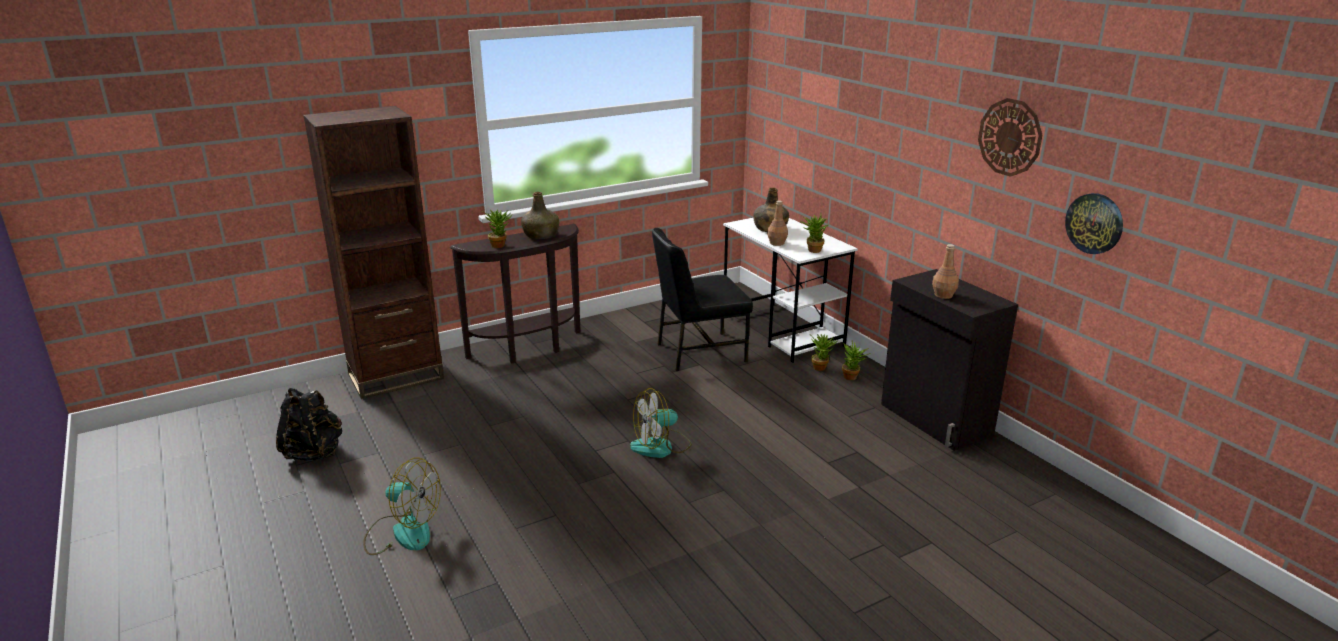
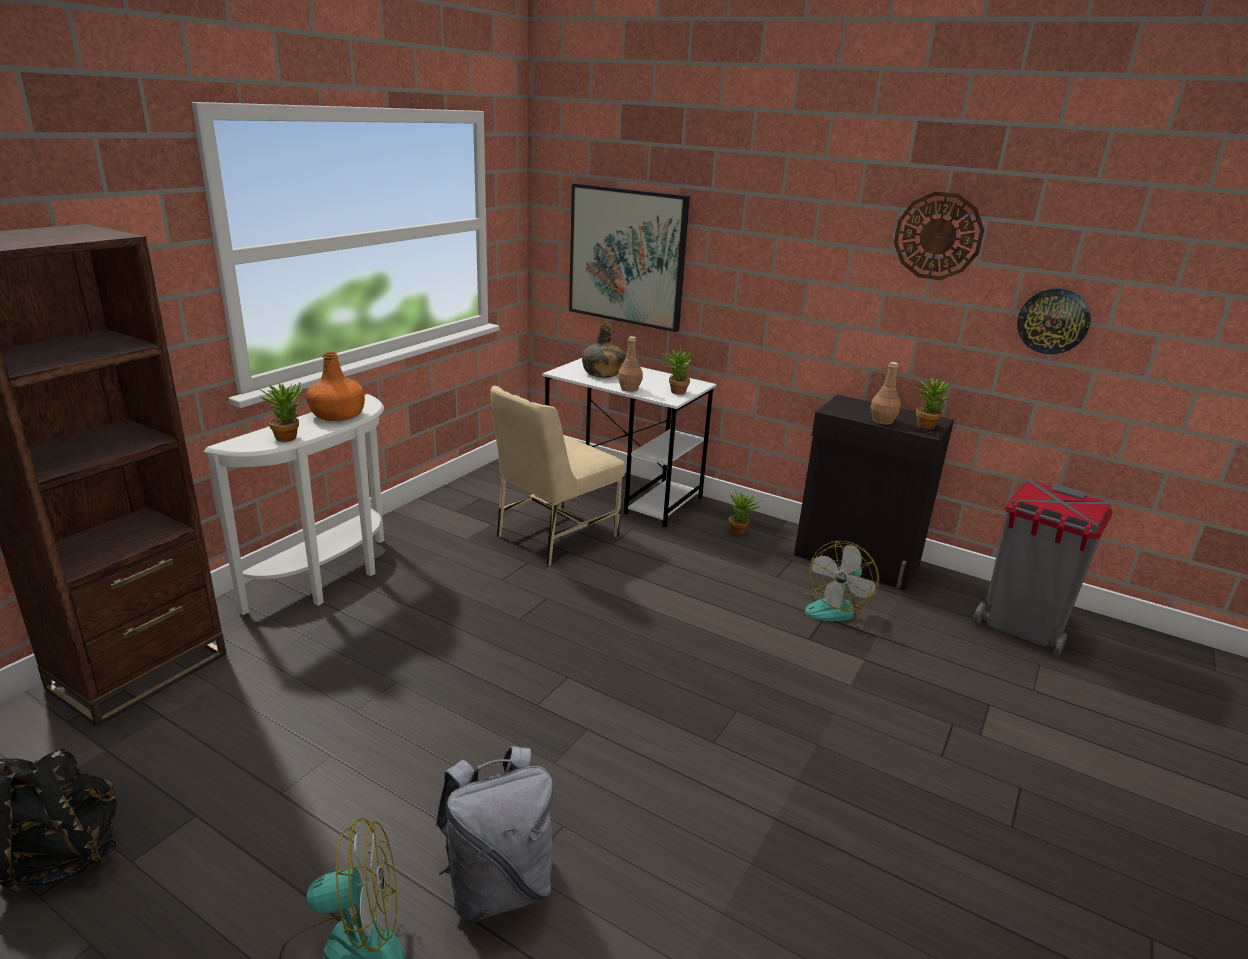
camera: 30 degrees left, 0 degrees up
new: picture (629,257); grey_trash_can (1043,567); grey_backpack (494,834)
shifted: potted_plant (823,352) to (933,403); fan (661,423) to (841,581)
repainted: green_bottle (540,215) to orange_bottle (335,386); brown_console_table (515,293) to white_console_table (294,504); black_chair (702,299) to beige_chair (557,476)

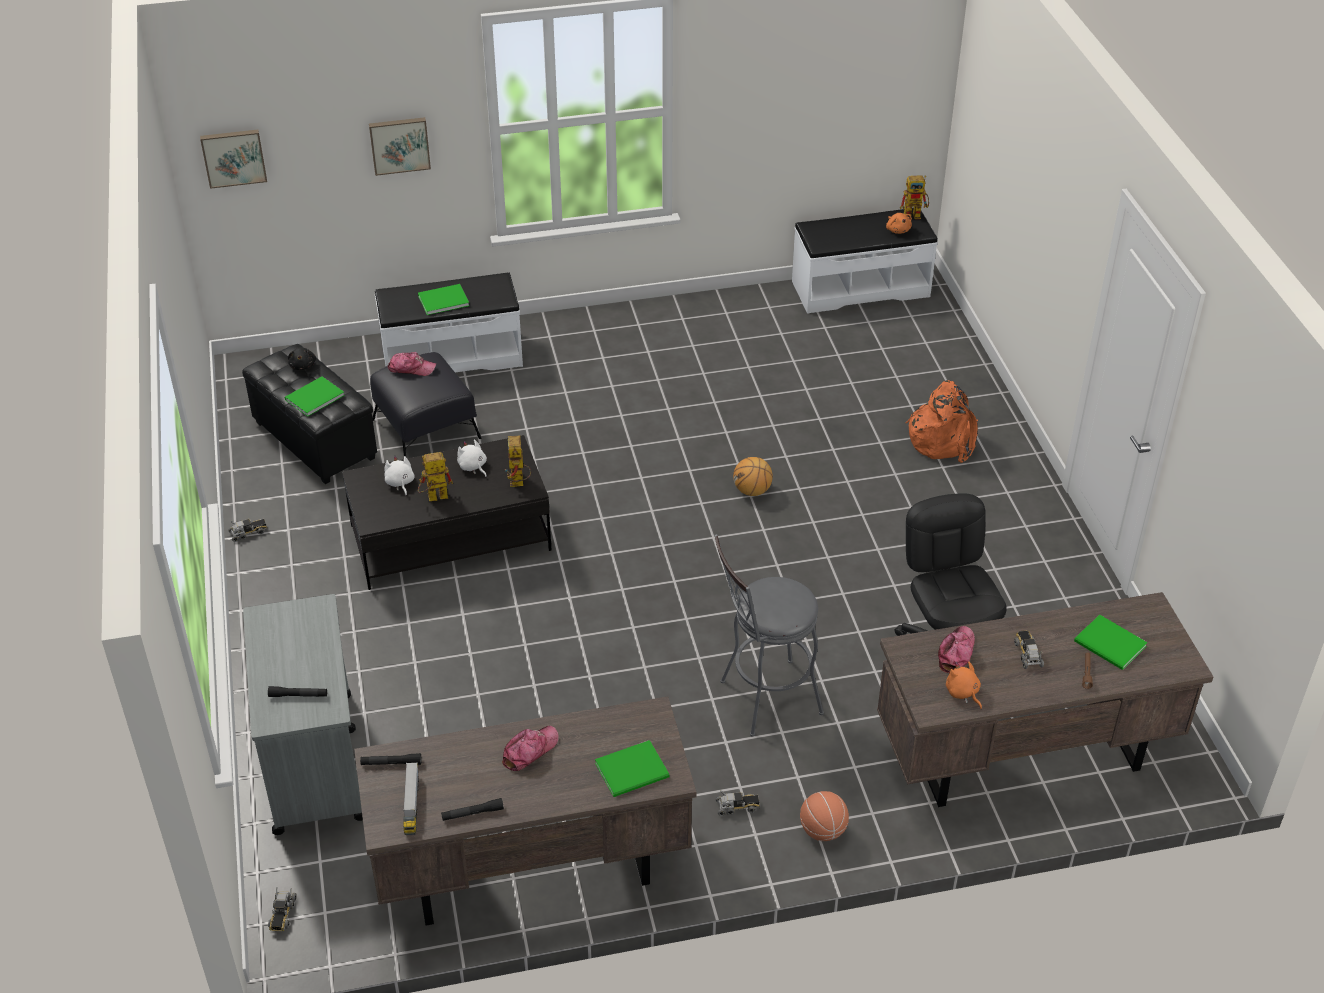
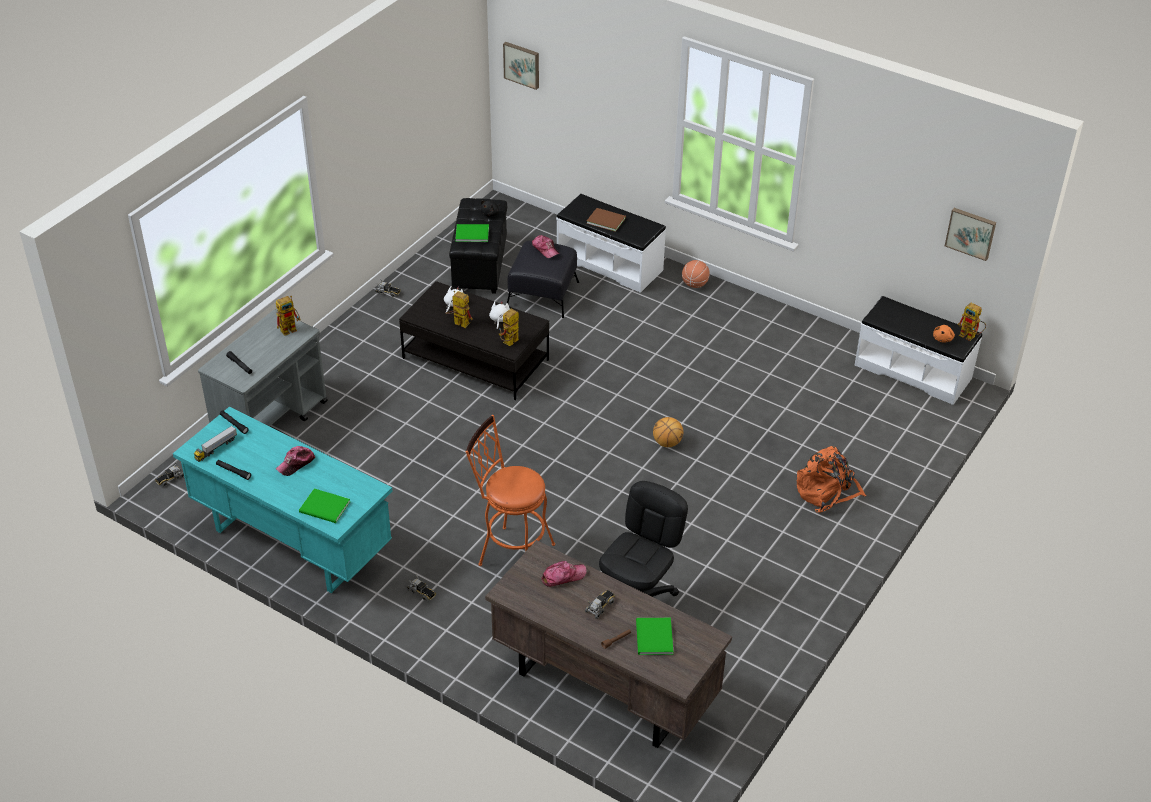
camera: 45 degrees right, 0 degrees up
gone: orange_plush_toy (964,685)
new: toy_robot (288,316)
shifted: picture (400,146) to (970,234); basketball (824,816) to (696,274)
repainted: green_book (443,299) to brown_book (606,220); grey_stool (769,635) to orange_stool (510,490); brown_desk (525,810) to turquoise_desk (282,499)
rotated: cap (530,748) = (295,461) 135 degrees clockwise

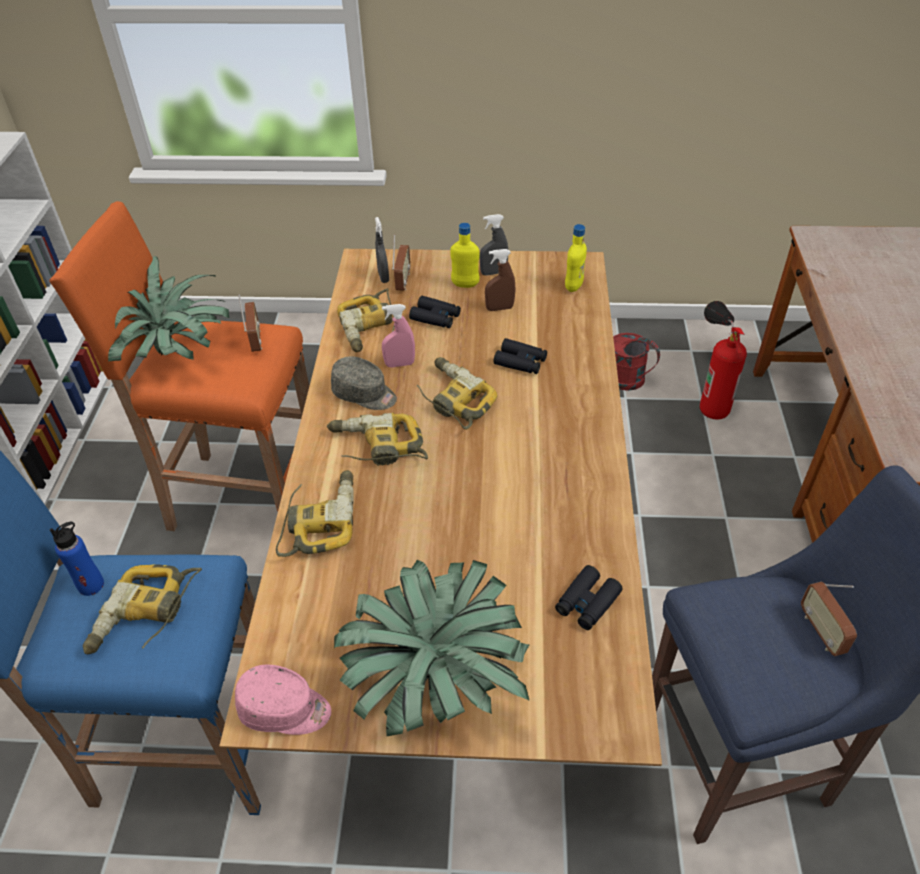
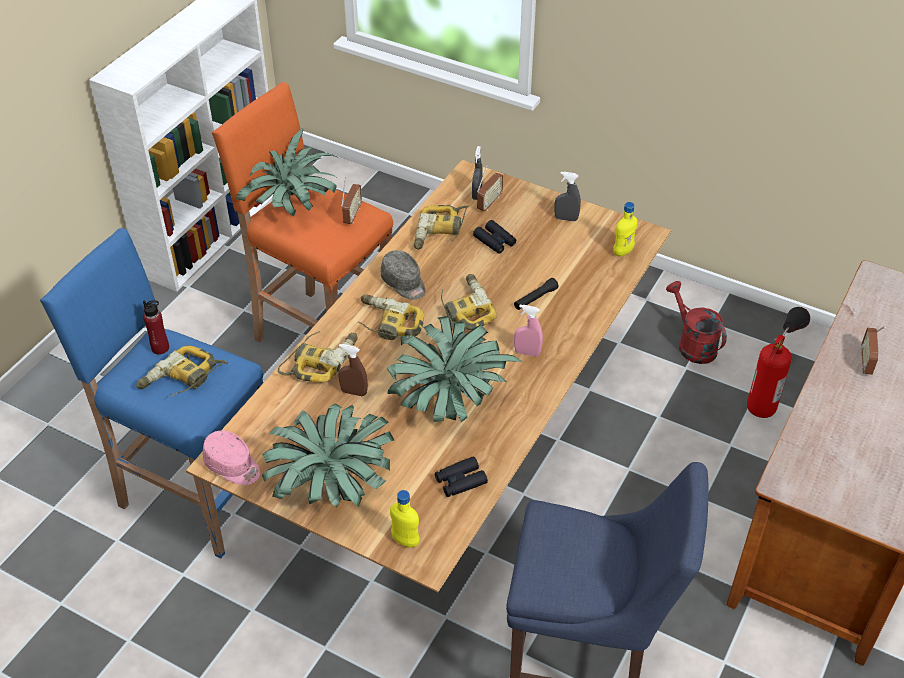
camera: 25 degrees right, 0 degrees up
new: potted_plant (454,369)
shifted: yellow_bottle (465,255) to (405,519); brown_spray_bottle (500,280) to (353,370); pink_spray_bottle (398,336) to (528,331); radio (829,619) to (873,350)
swapped: black_binoculars (520,356) to black_flashlight (536,294)
repainted: blue_bottle (77,559) to red_bottle (156,327)

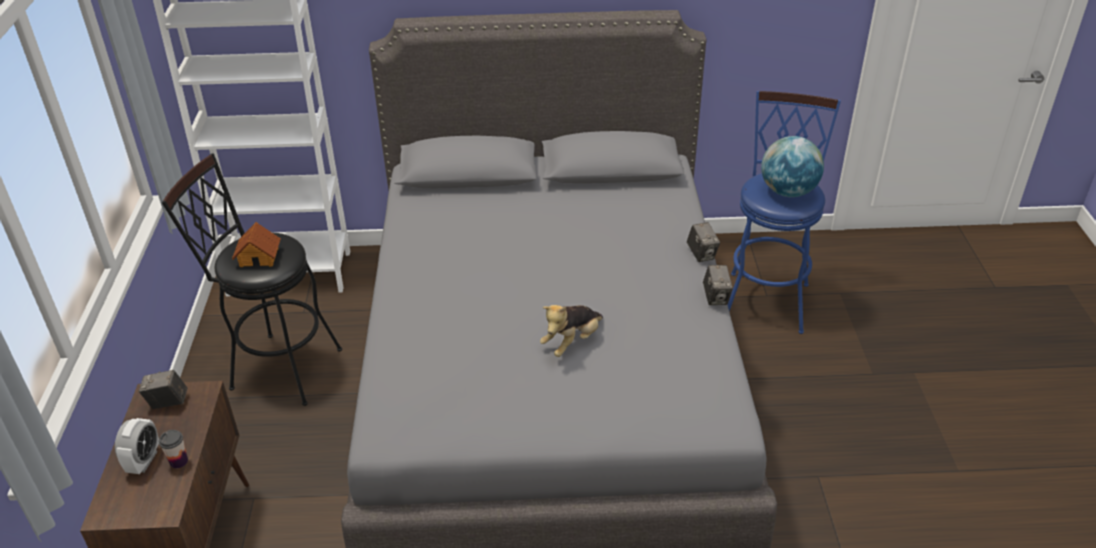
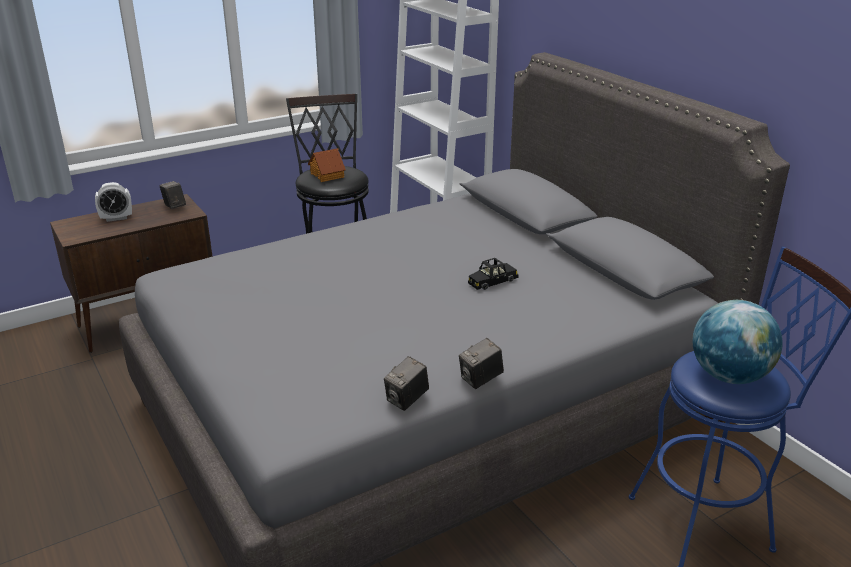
camera: 60 degrees right, 10 degrees down
gone: plush_toy (571,331); cup (173,449)
new: black_toy_car (493,274)
shifted: photo_camera (703,242) to (406,383)

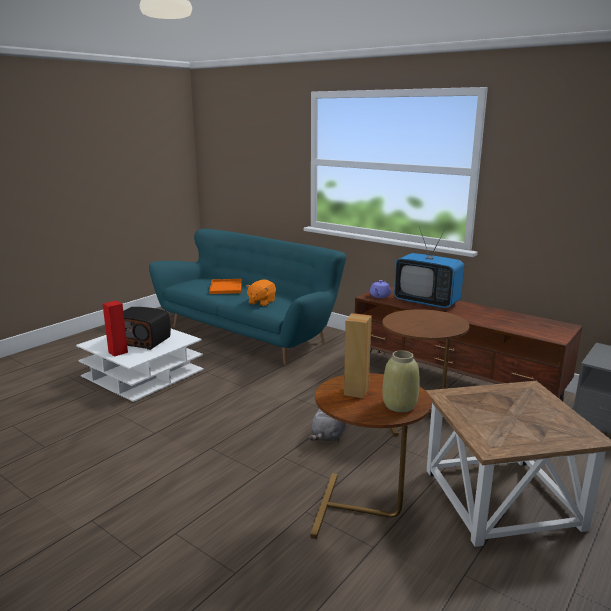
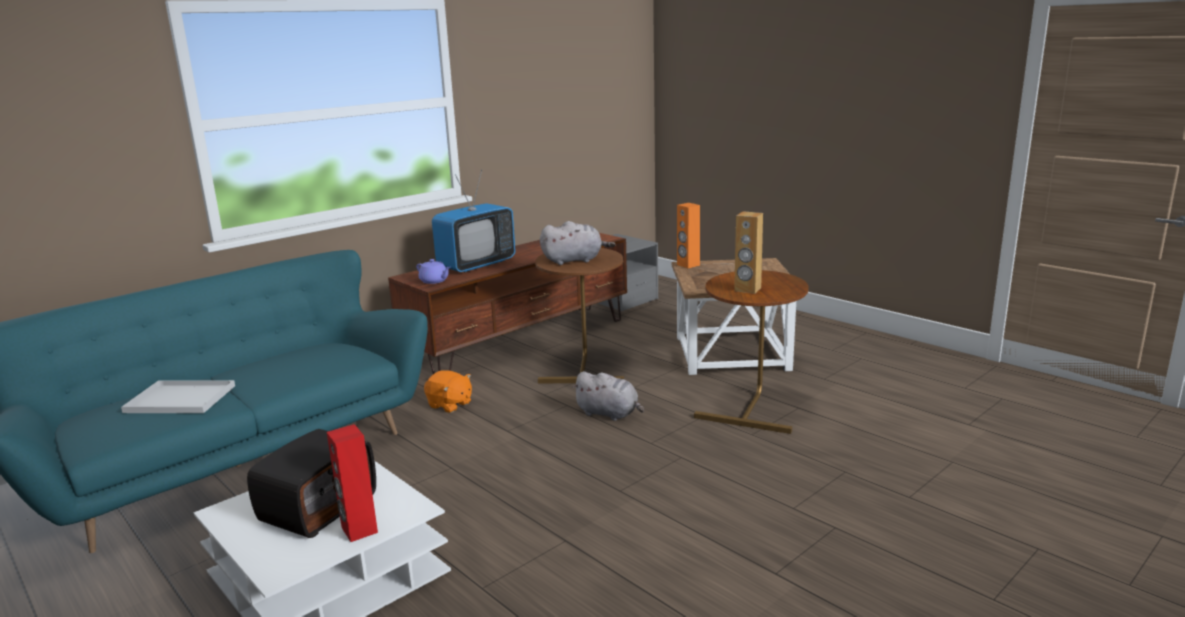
camera: 80 degrees left, 0 degrees up
gone: beige_vase (401,381)
new: orange_speaker (688,235); grey_plush_toy (578,243)
shifted: orange_plush_toy (261,292) to (448,391)
repainted: orange_tray (225,286) to white_tray (178,396)

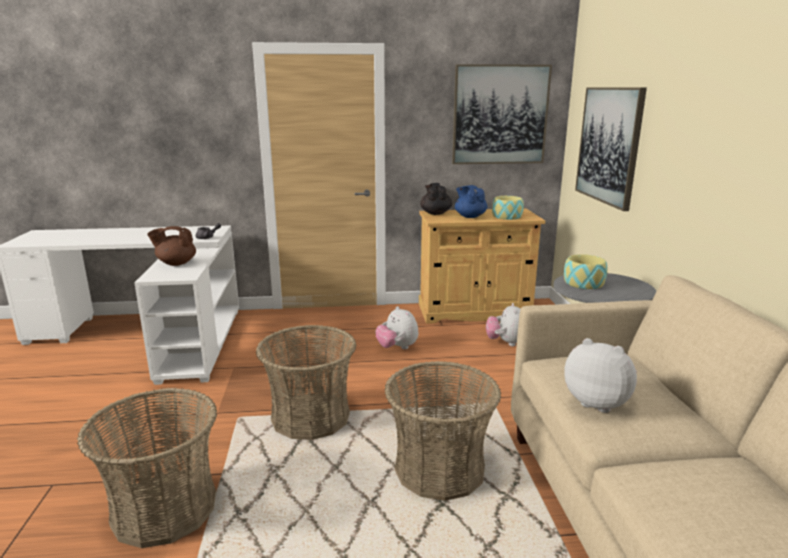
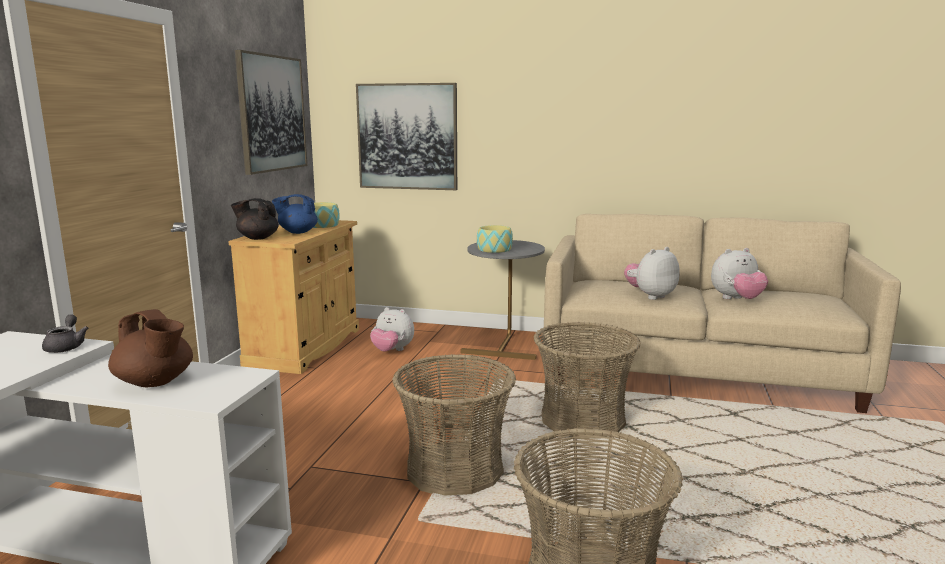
camera: 70 degrees left, 5 degrees down
shifted: plush_toy (397,327) to (739,273)
rotated: brown_teapot (171,246) = (150,348) 60 degrees counterclockwise

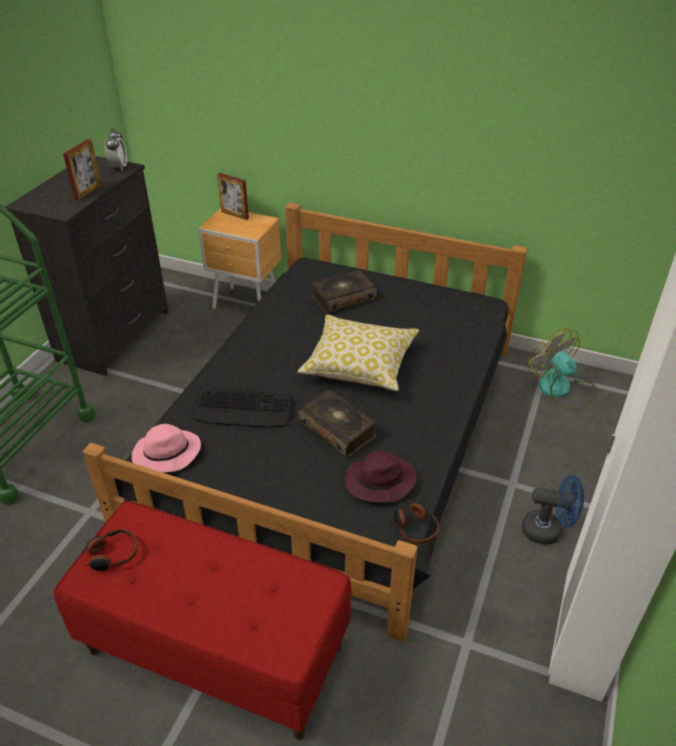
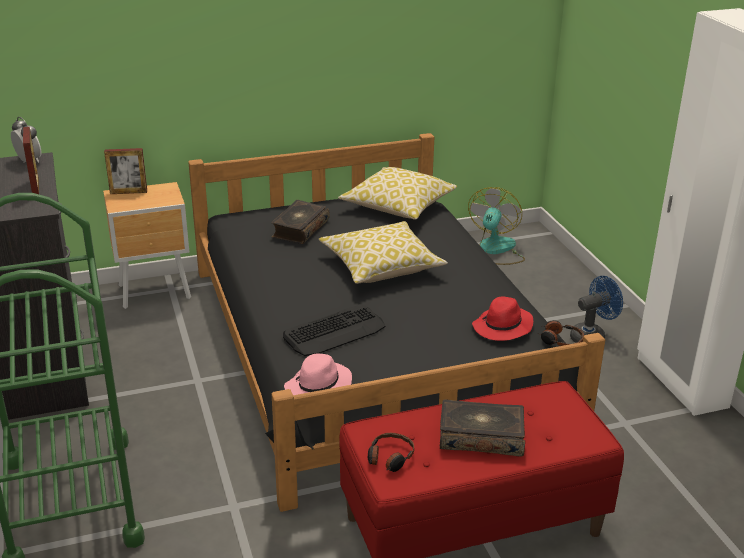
camera: 40 degrees left, 10 degrees down
new: pillow (397,193)
shifted: book (337,423) to (482,428)
repainted: purple_hat (380,477) to red_hat (502,318)
rotated: fan (562,369) = (496,226) 90 degrees clockwise

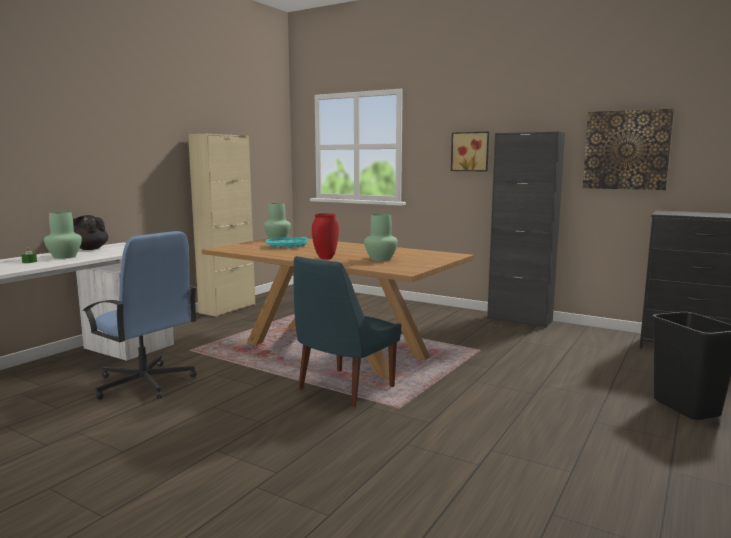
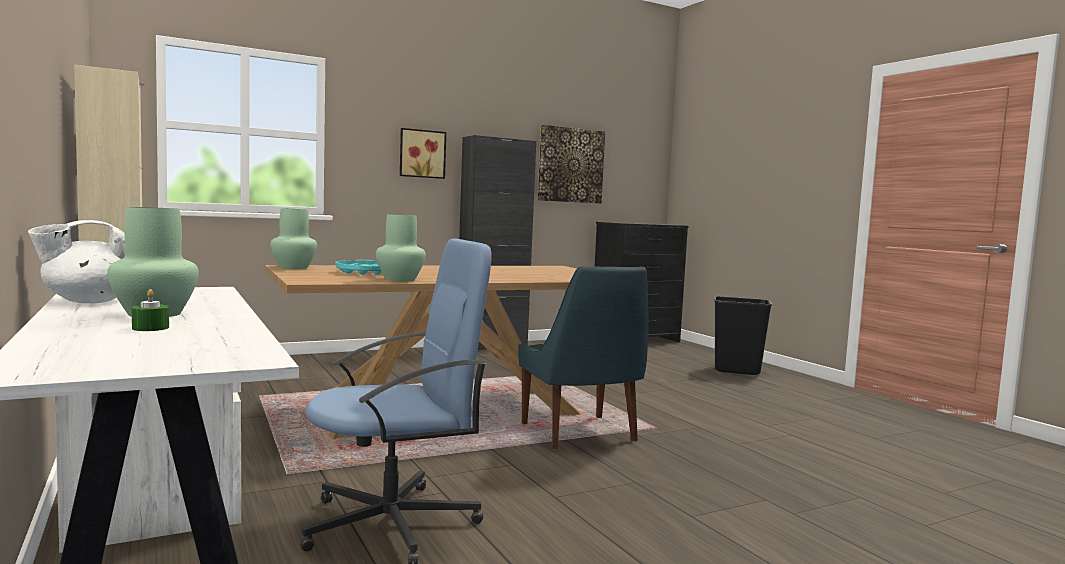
camera: 60 degrees left, 5 degrees down
gone: red_vase (325,236)
shifted: green_vase (381,237) to (401,248)
repainted: black_teapot (90,232) to white_teapot (77,261)

